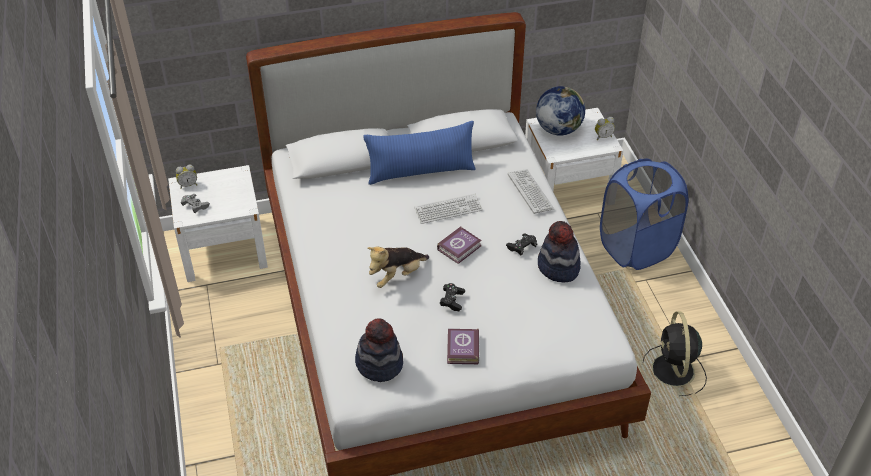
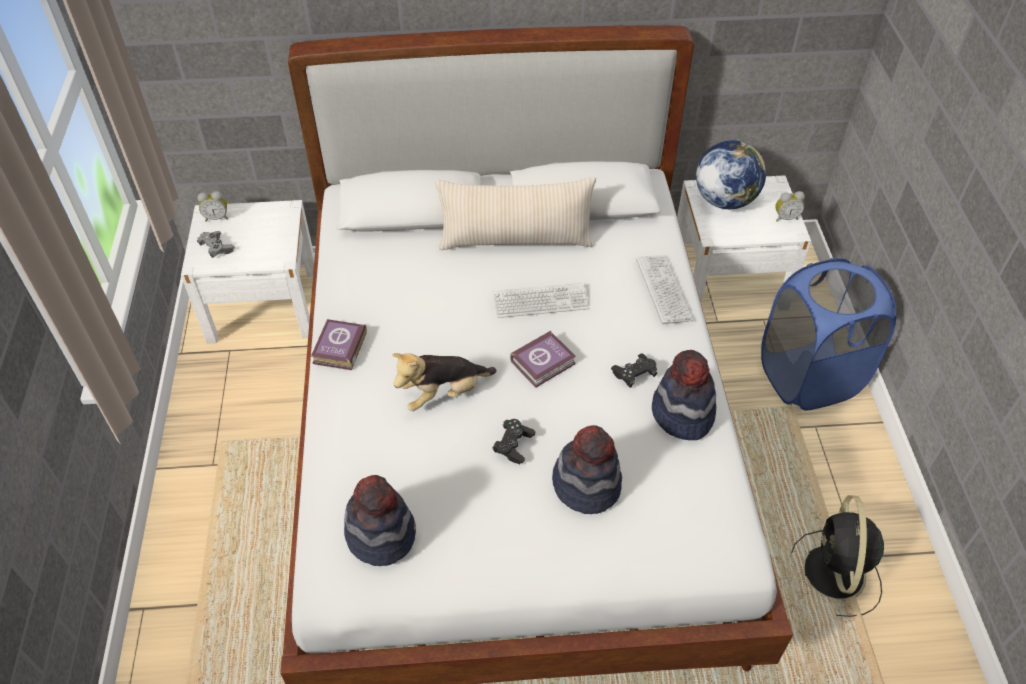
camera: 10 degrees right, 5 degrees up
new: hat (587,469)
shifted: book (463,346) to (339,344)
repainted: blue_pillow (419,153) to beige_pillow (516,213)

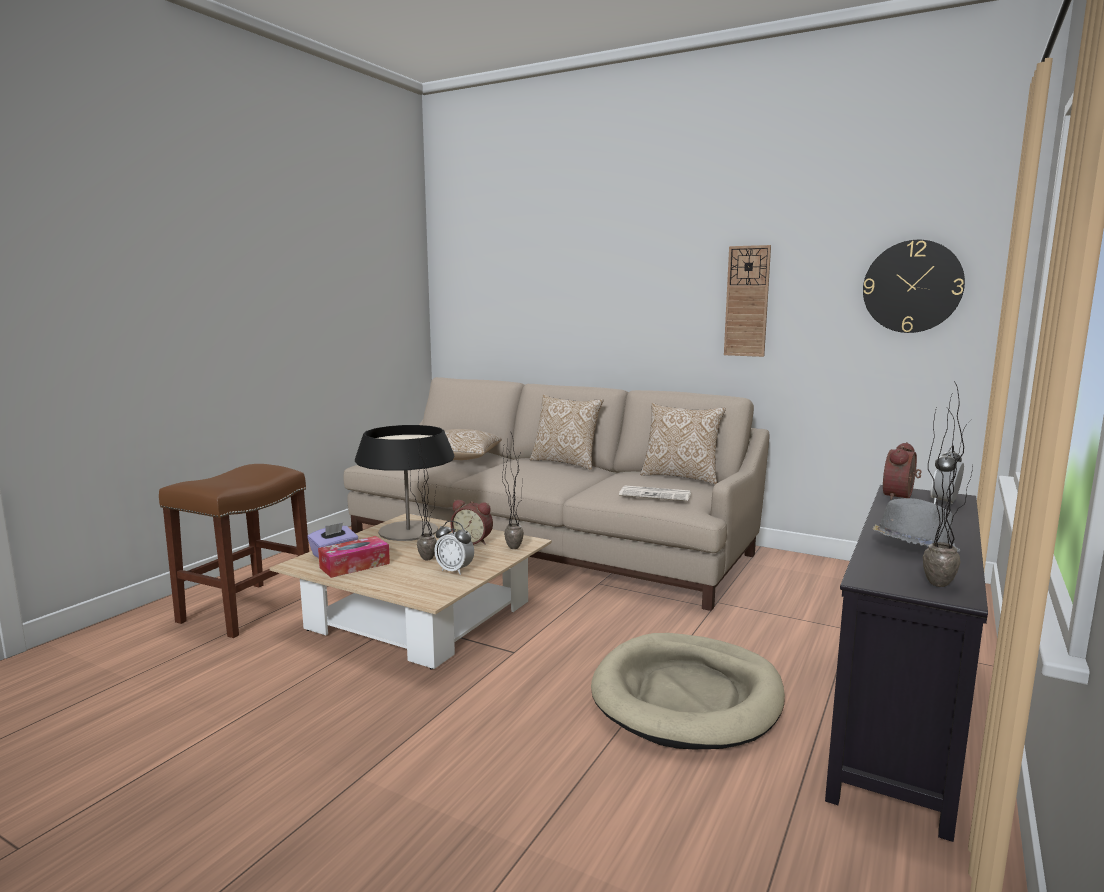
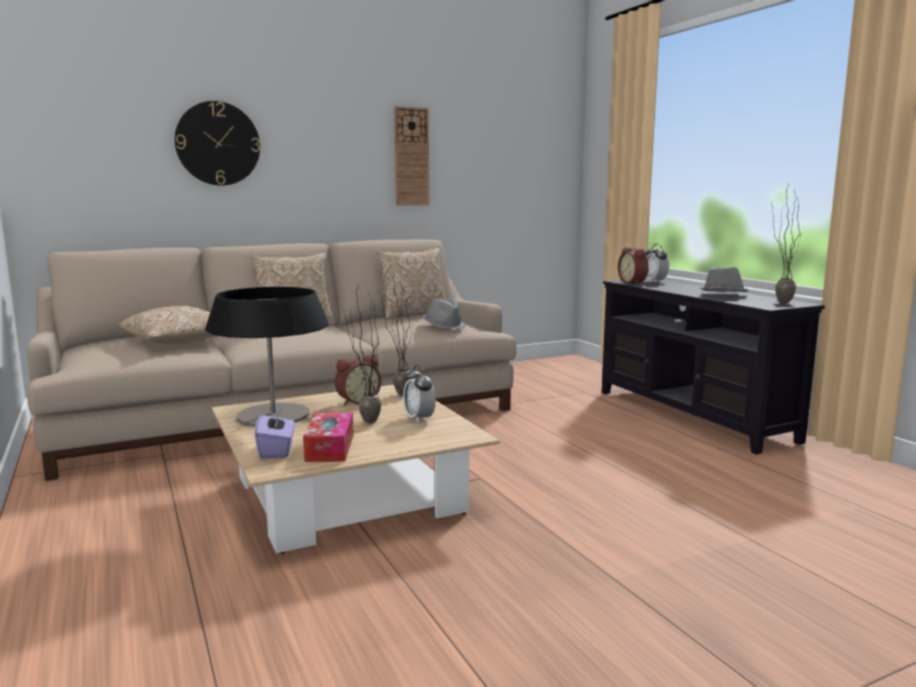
camera: 55 degrees left, 0 degrees up
gone: brown_stool (234,551); beige_dog_bed (688,691)
shifted: wall_clock (914,286) to (217,143)
swapped: newspaper (655,493) to grey_hat (444,314)
rotated: alarm_clock (454,548) = (419,394) 90 degrees clockwise

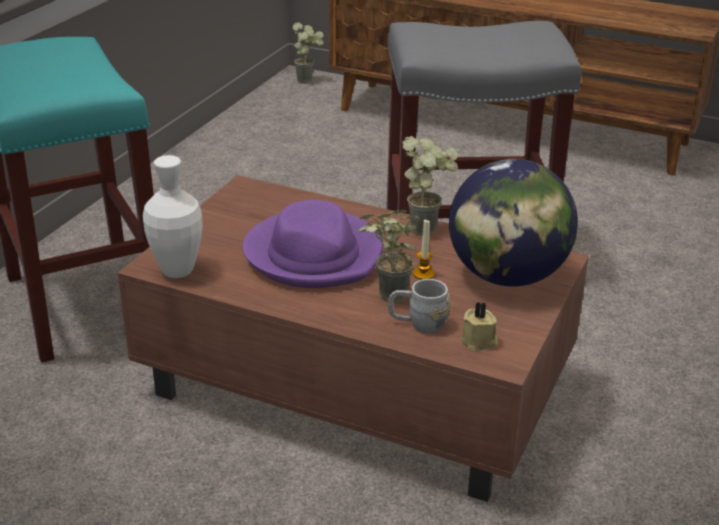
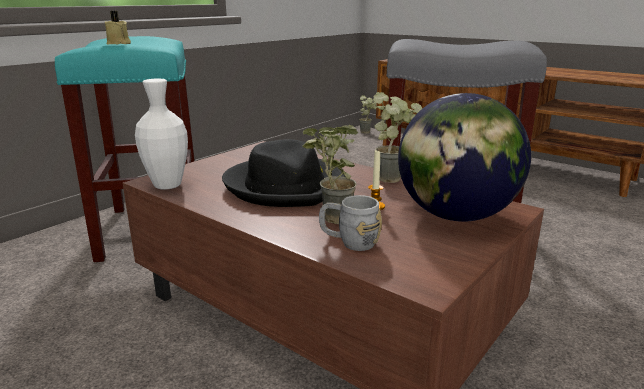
camera: 15 degrees right, 10 degrees down
shifted: beige_candle (479,326) to (118,28)
repainted: purple_hat (313,244) to black_hat (283,173)

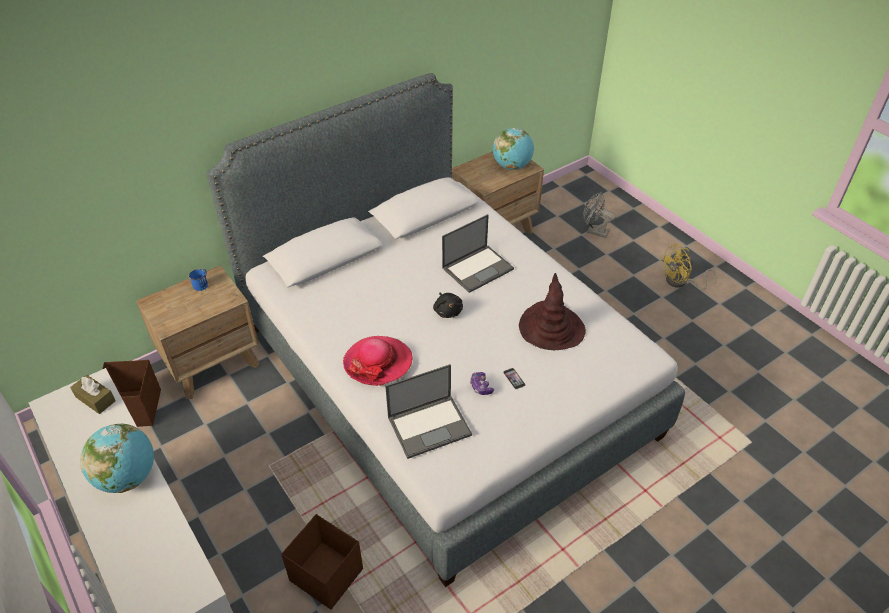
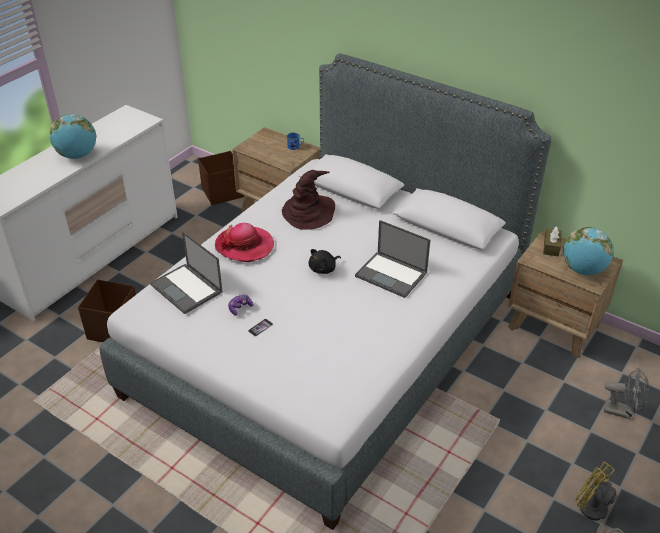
camera: 70 degrees right, 5 degrees down
shifted: brown_hat (552,311) to (308,200); brown_tissue_box (93,394) to (552,241)
rotated: grey_fan (599,215) = (626,393) 105 degrees clockwise

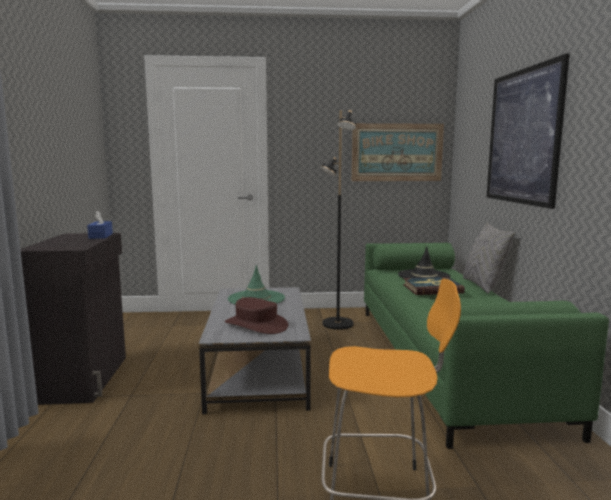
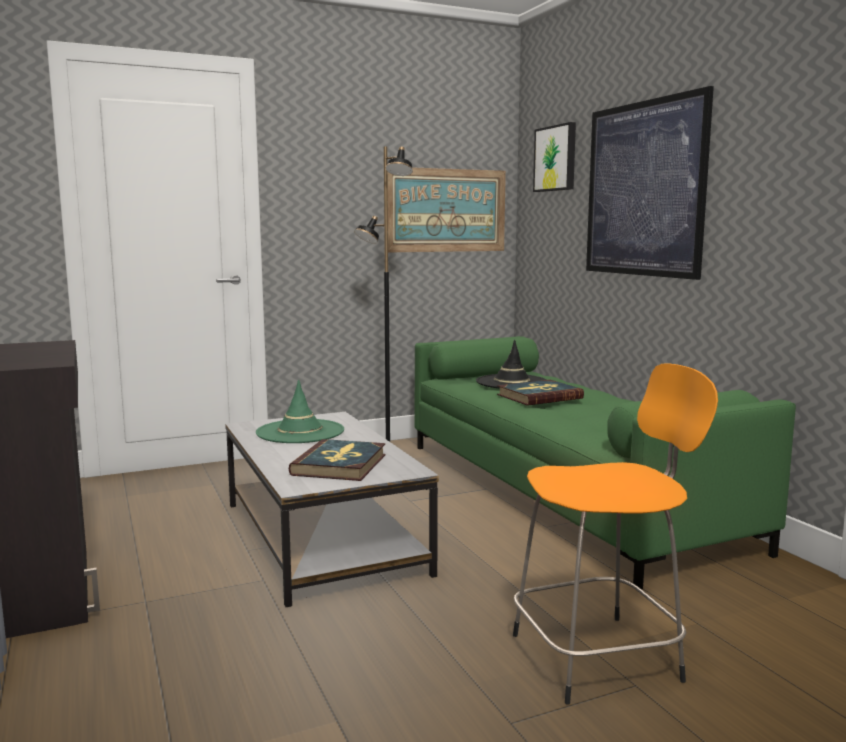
camera: 20 degrees left, 0 degrees up
gone: blue_tissue_box (100,225); grey_pillow (489,258)
new: picture (554,157)
swapped: brown_hat (256,315) to book (337,460)

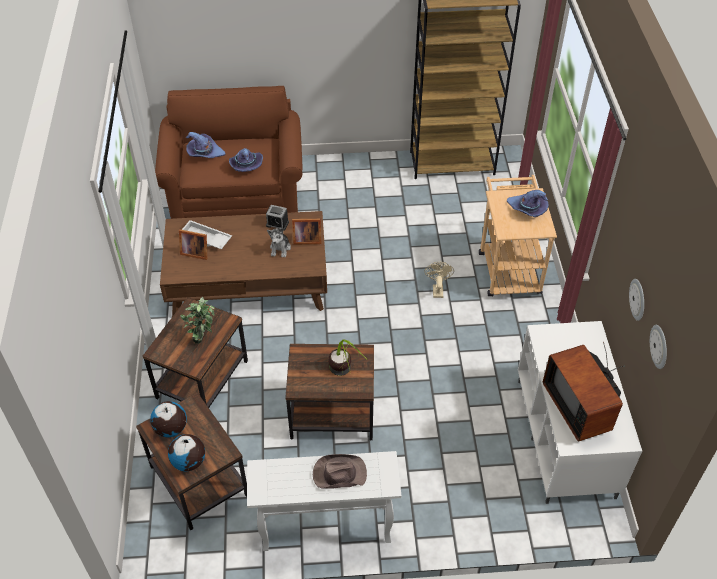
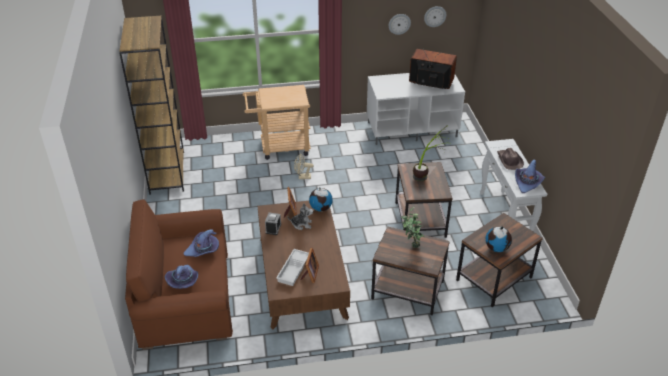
camera: 95 degrees left, 10 degrees down
shifted: purple_hat (528,203) to (530,176); globe (186,452) to (321,200)
rotated: television (584,392) = (433,69) 135 degrees counterclockwise

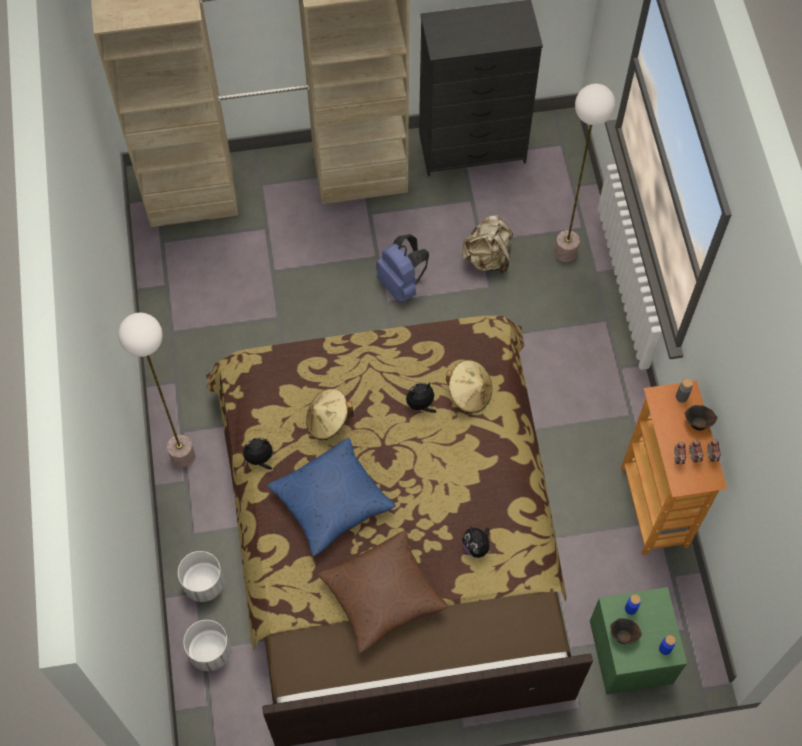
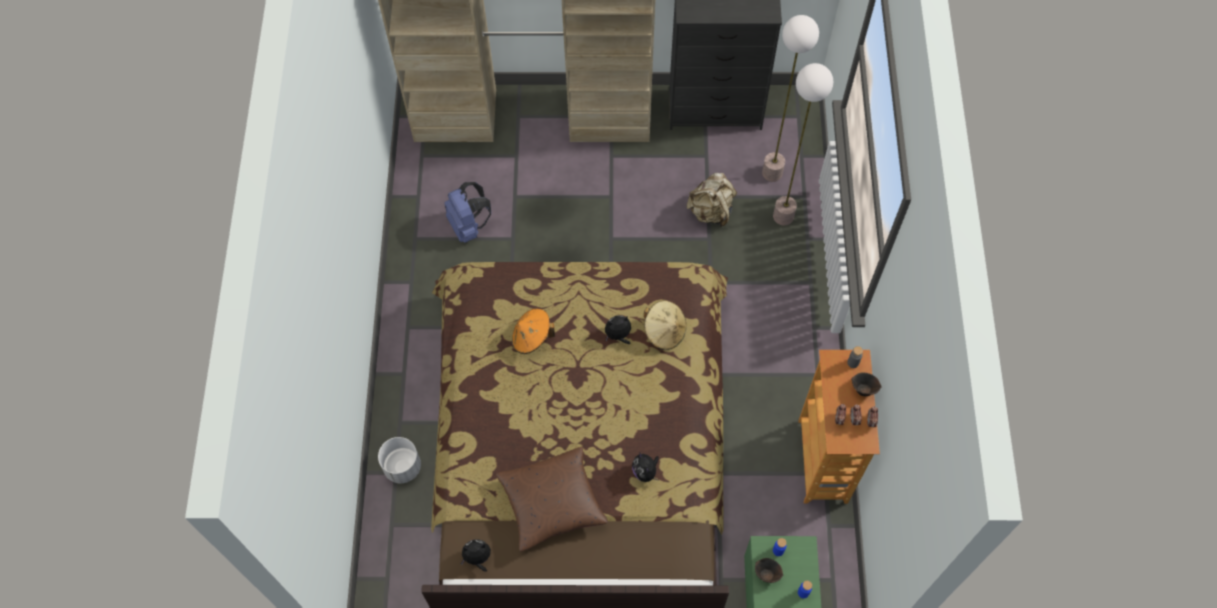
camera: 10 degrees right, 0 degrees up
gone: blue_pillow (331,496); white_planter (207,645)
shifted: blue_backpack (402,268) to (467,212); floor_lamp (156,390) to (790,98); plush_toy (258,454) to (476,556)
repainted: beige_hat (329,414) to orange_hat (533,331)

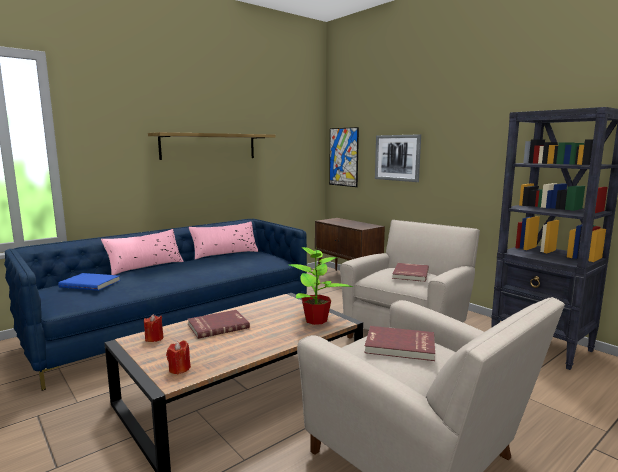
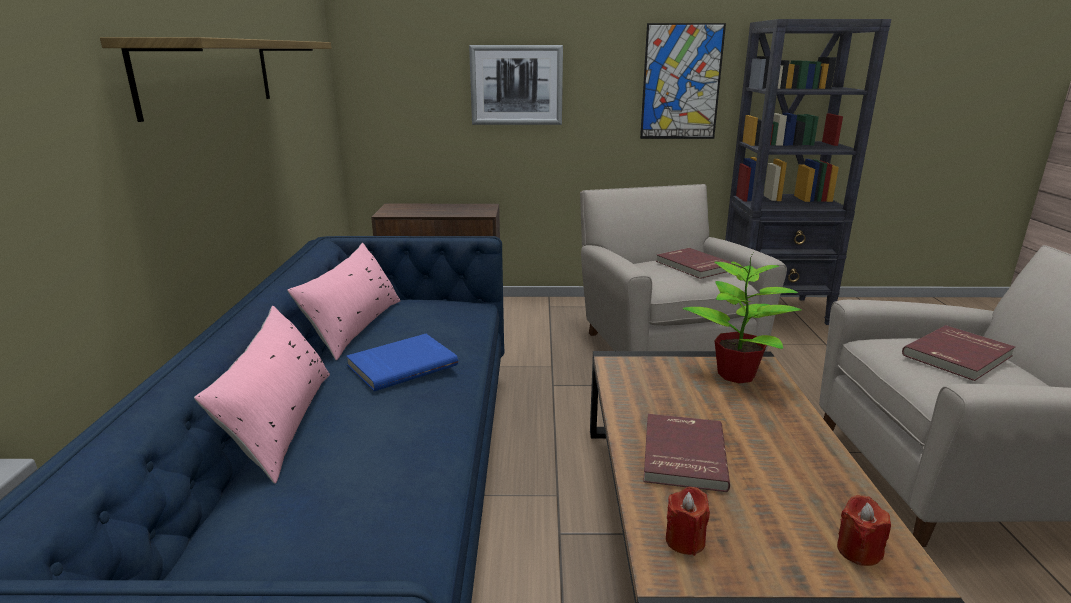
camera: 50 degrees left, 10 degrees up
shifted: picture (344,157) to (683,81); blue_book (89,282) to (402,362)

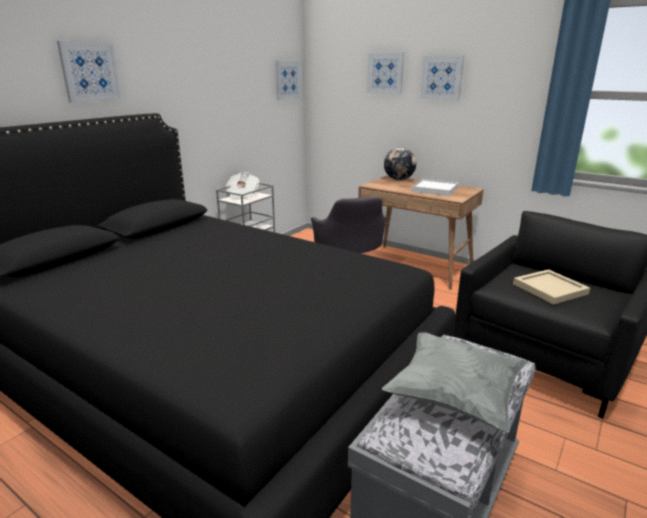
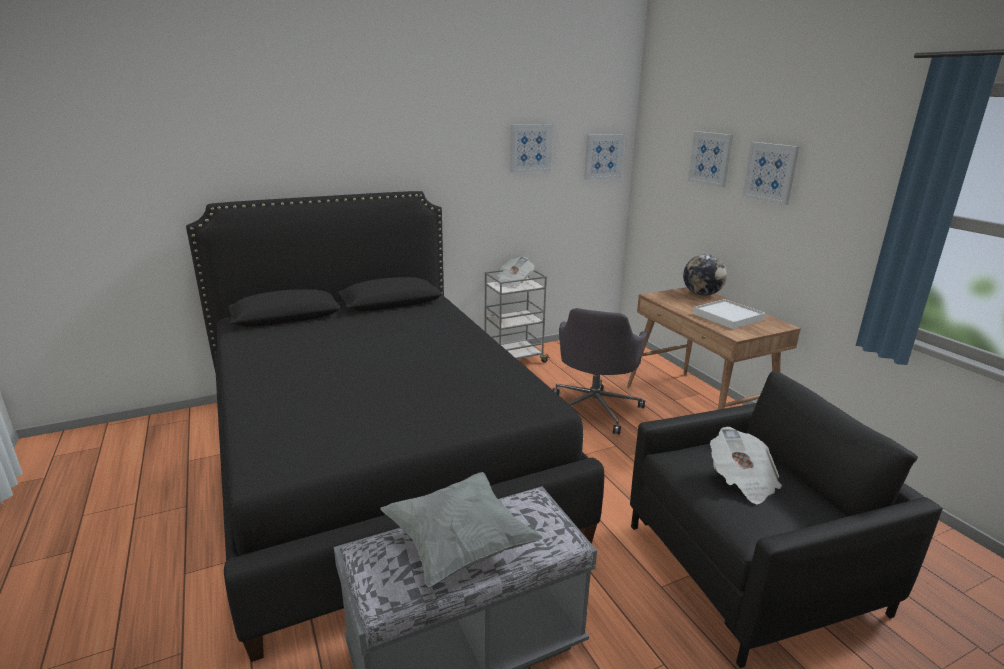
camera: 30 degrees right, 0 degrees up
shifted: picture (89,72) to (531,148)
swapped: beige_tray (551,287) to newspaper (746,466)

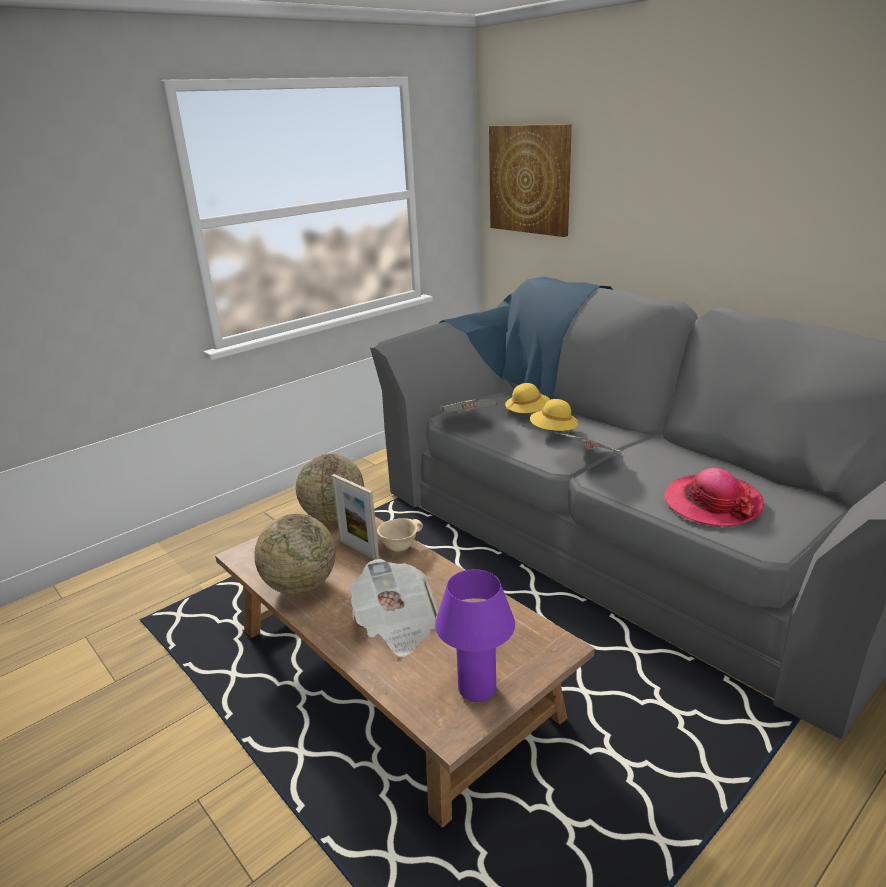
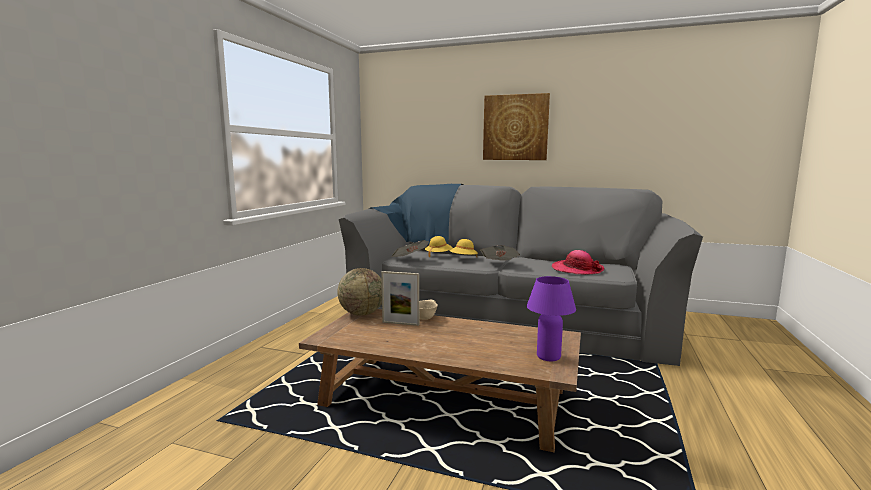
camera: 30 degrees left, 15 degrees down
gone: globe (295,554); newspaper (394,608)
shifted: picture (530,180) to (516,126)

